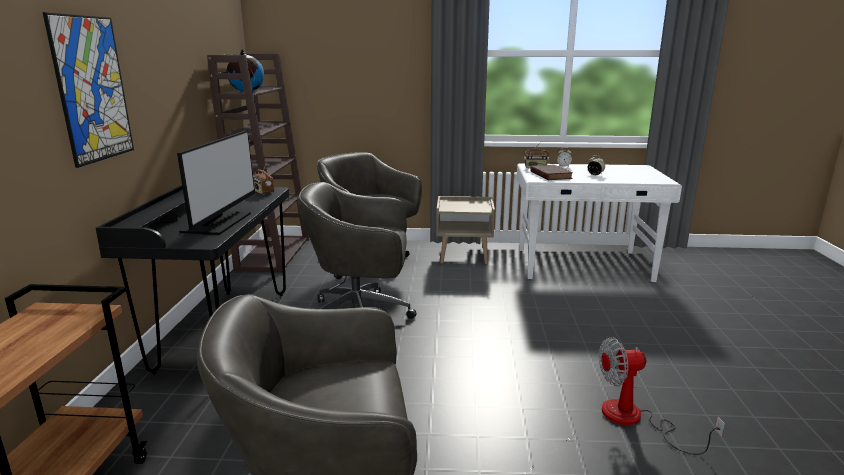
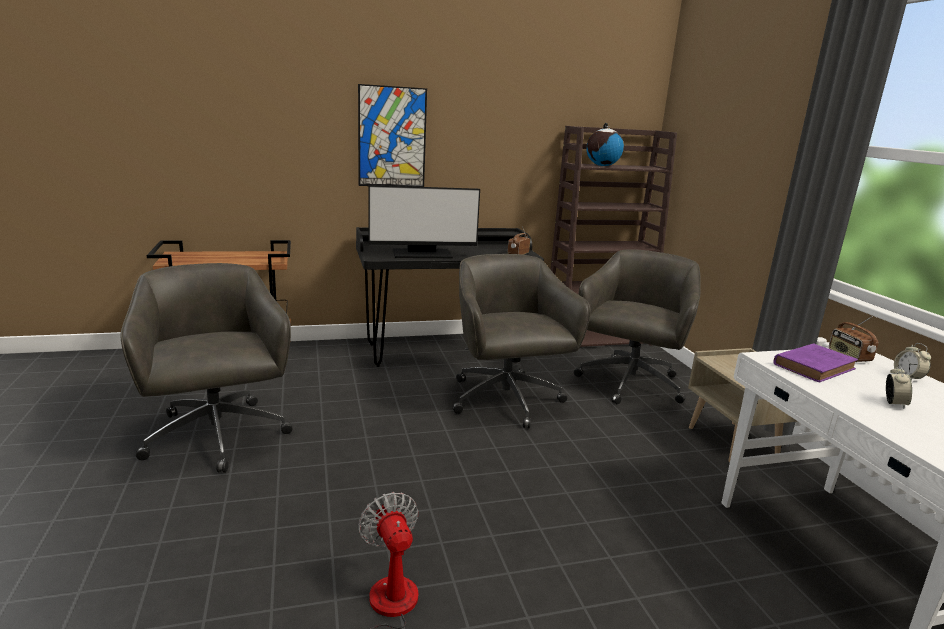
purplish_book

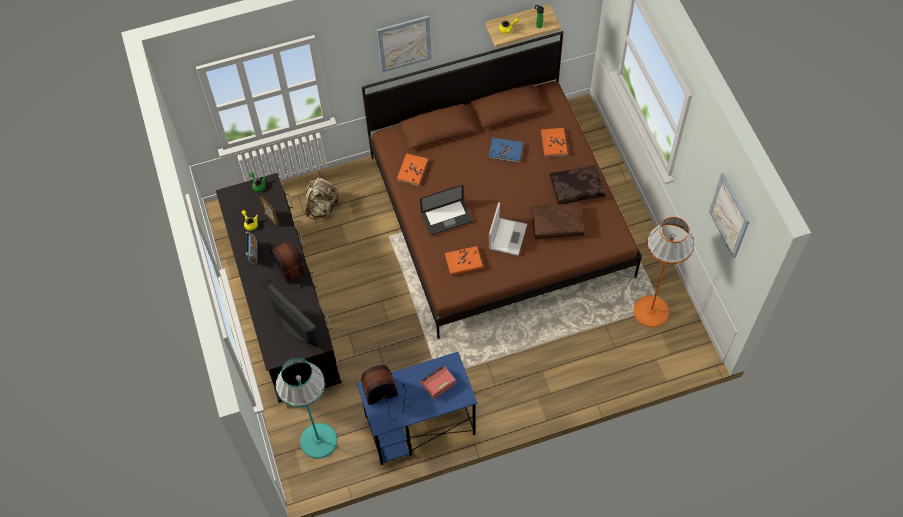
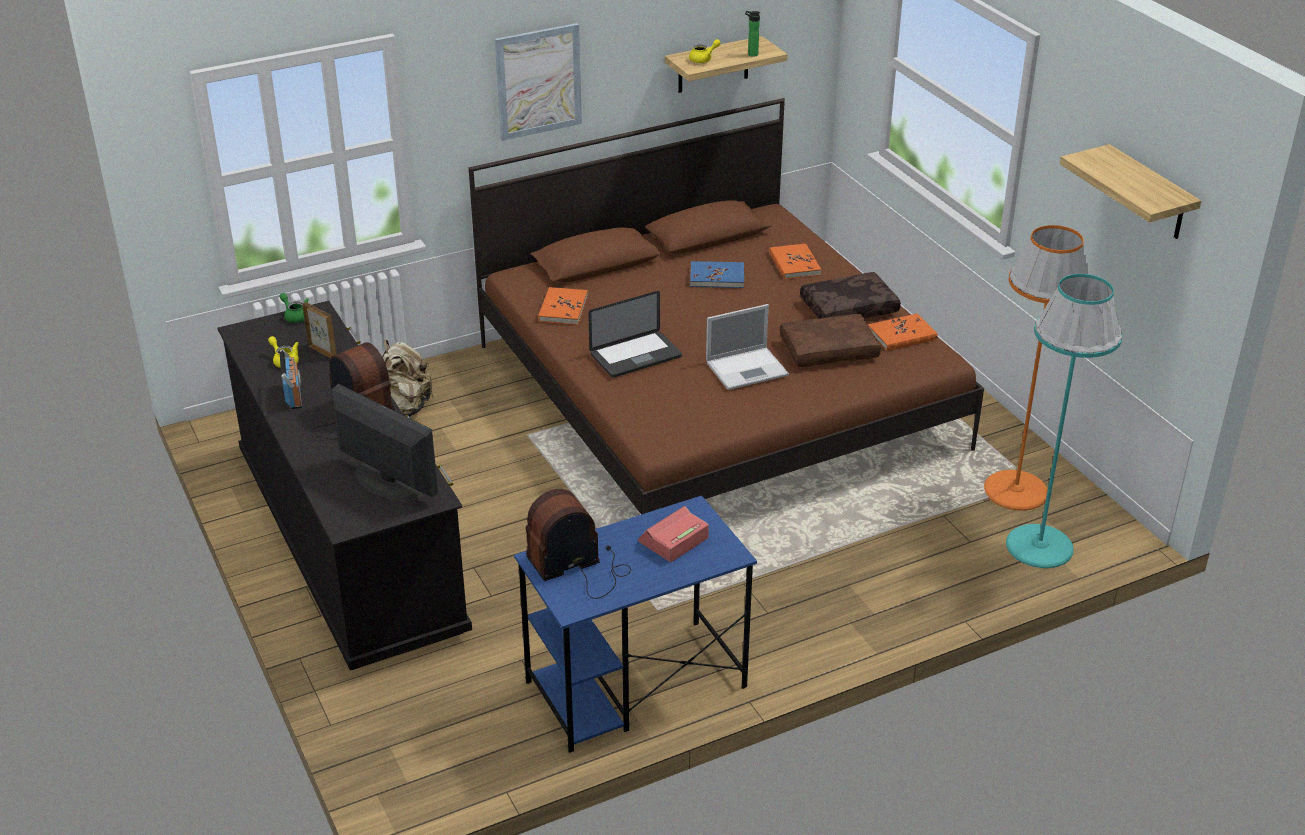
turquoise_standard_lamp; orange_book (no. 3 from left); bracket_shelf (no. 2 from left); laptop (no. 2 from left)

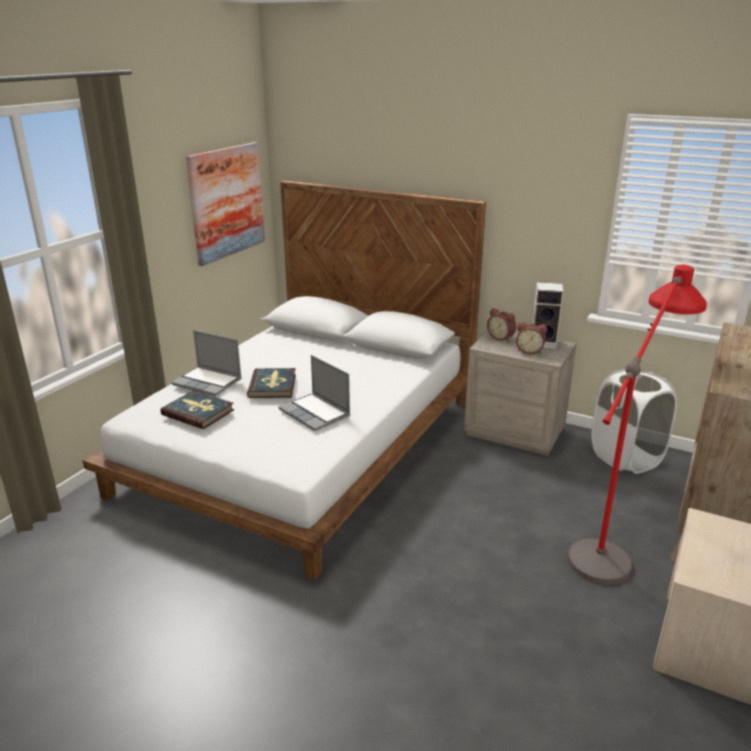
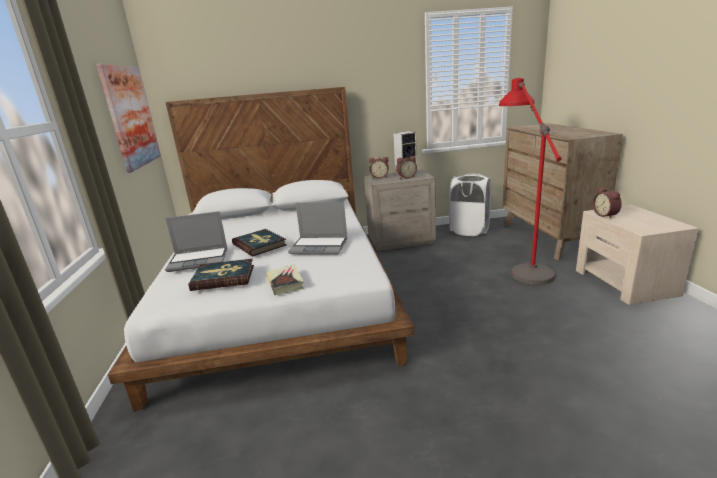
book (no. 3 from left); table_clock (no. 3 from left)

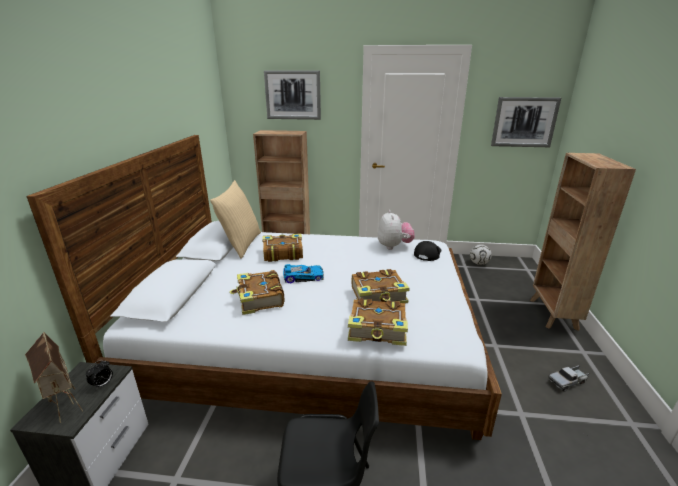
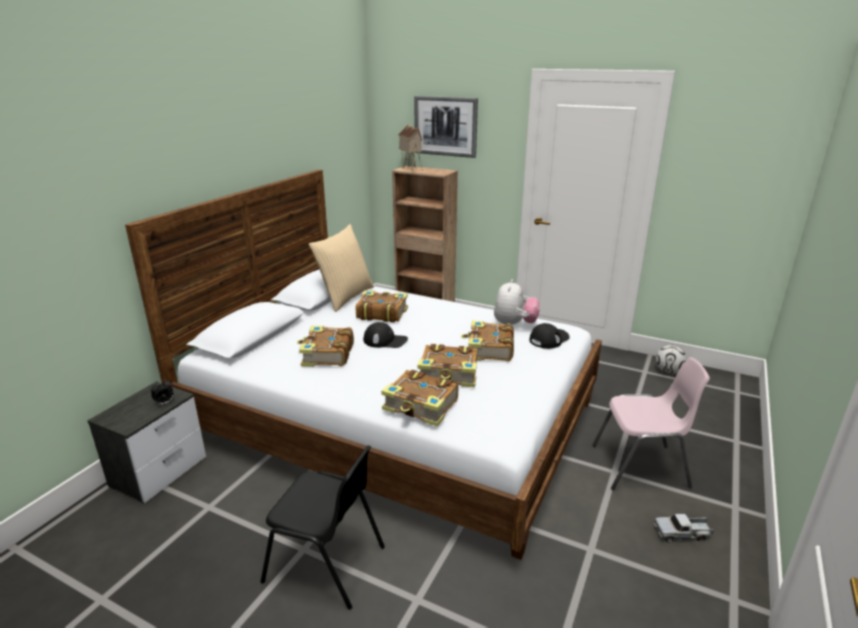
wall_art (no. 2 from left in the first image); brown-coloured_bookshelf (no. 2 from left in the first image); book (no. 5 from left); pink-coloured_upright_chair; model_house; black-coloured_cap (no. 1 from left)

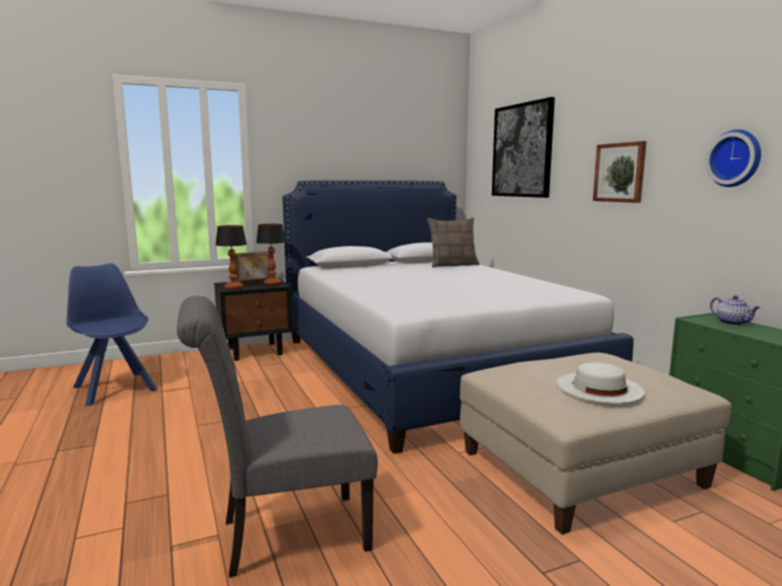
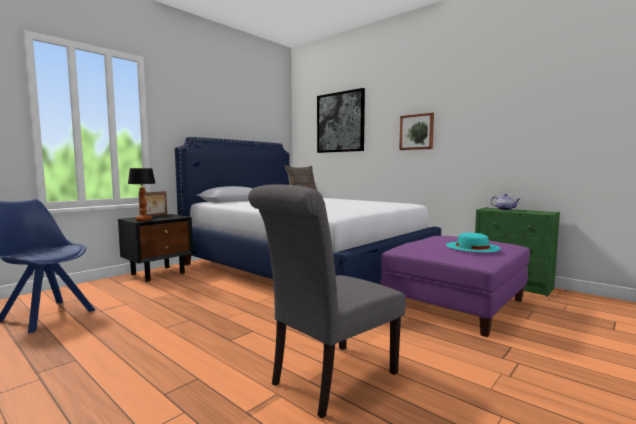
lamp_for_a_table (no. 2 from left in the first image); wall_clock; purplish_pouffe; turquoise_hat

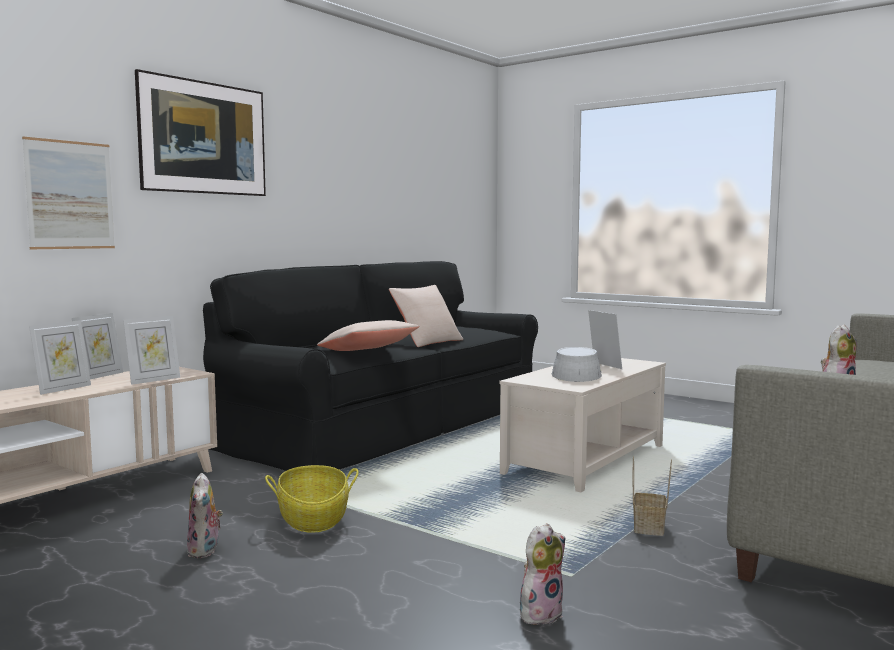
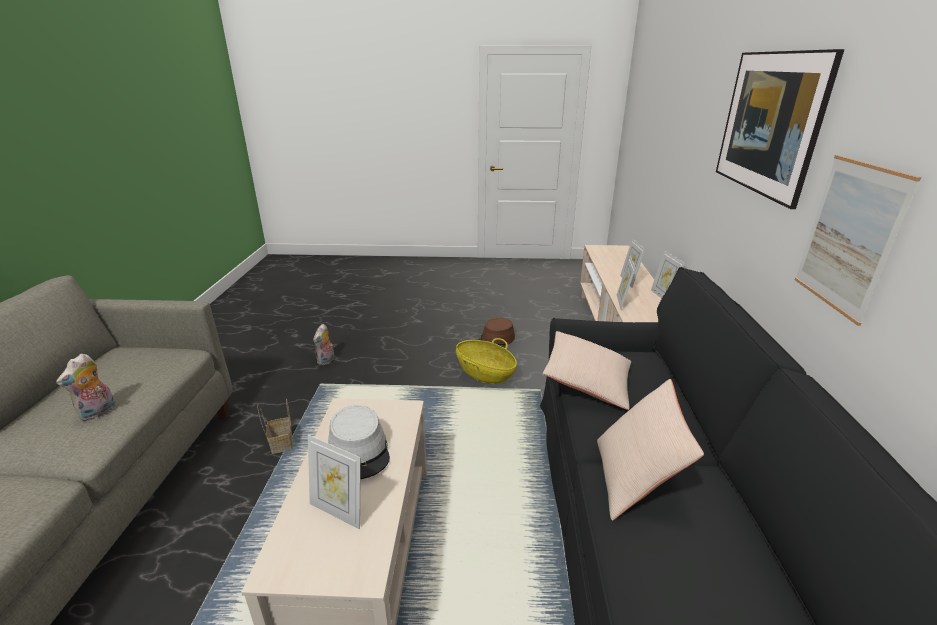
wall_art (no. 2 from left); brown-coloured_hat

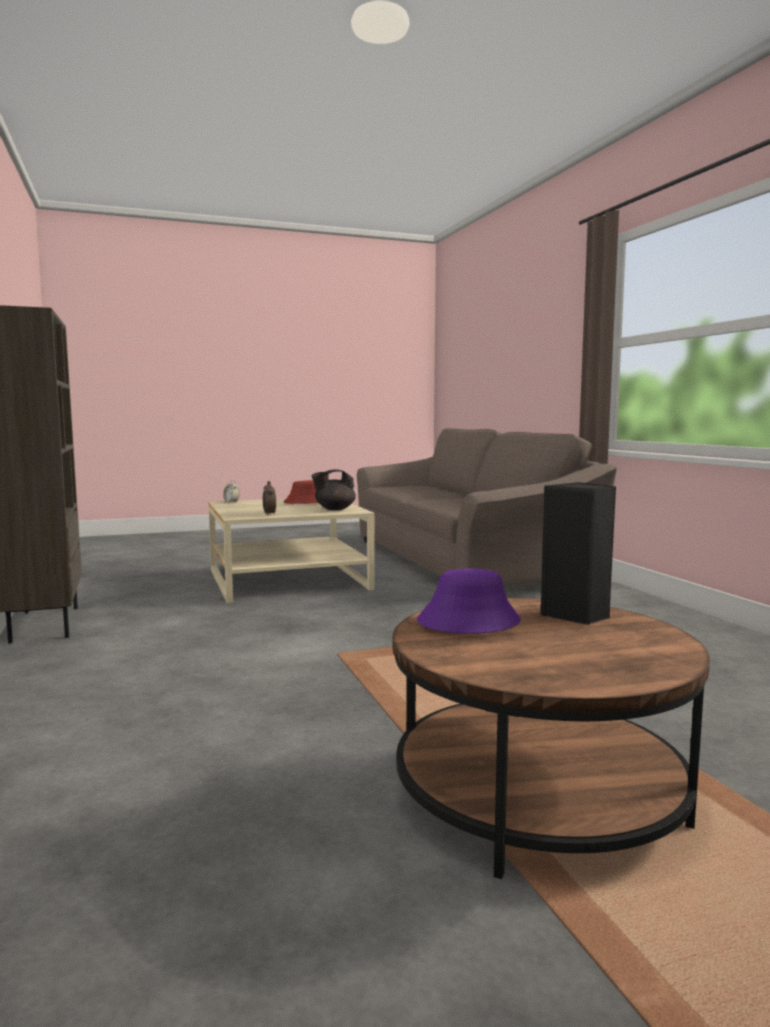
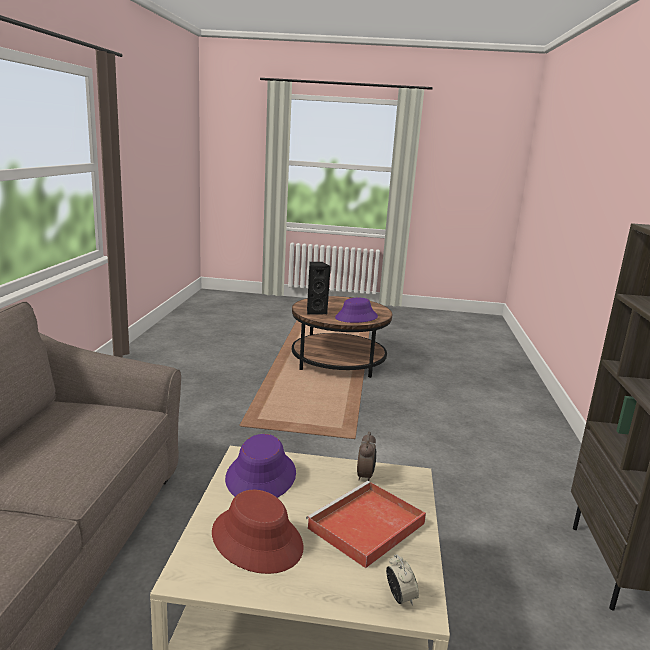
red-coloured_tray; purplish_hat (no. 1 from left)

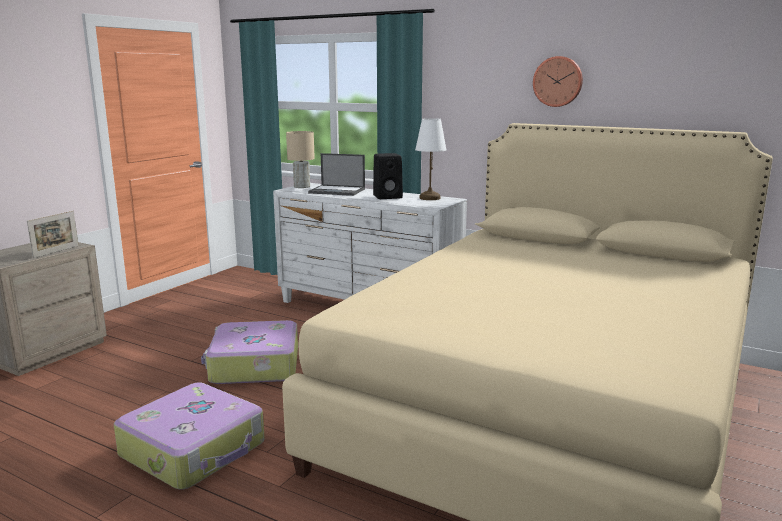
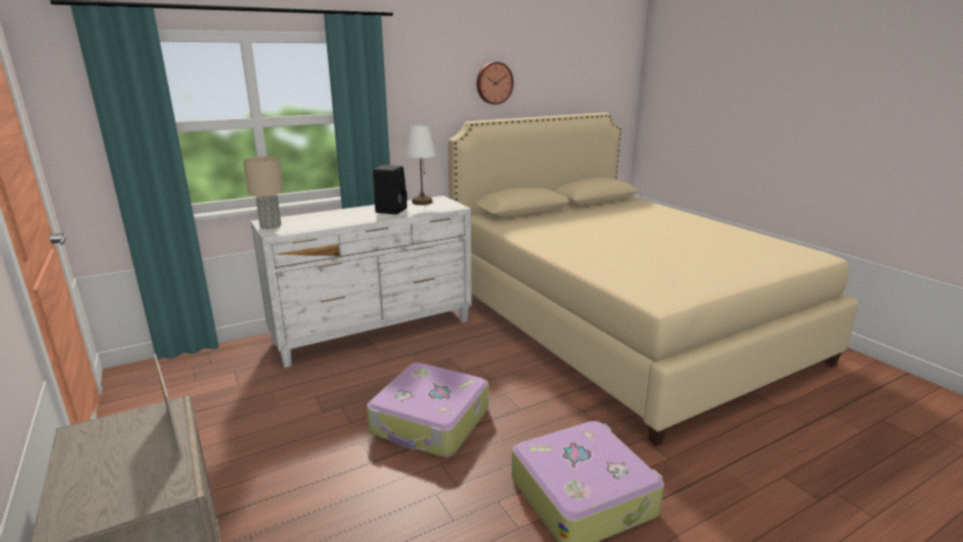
laptop

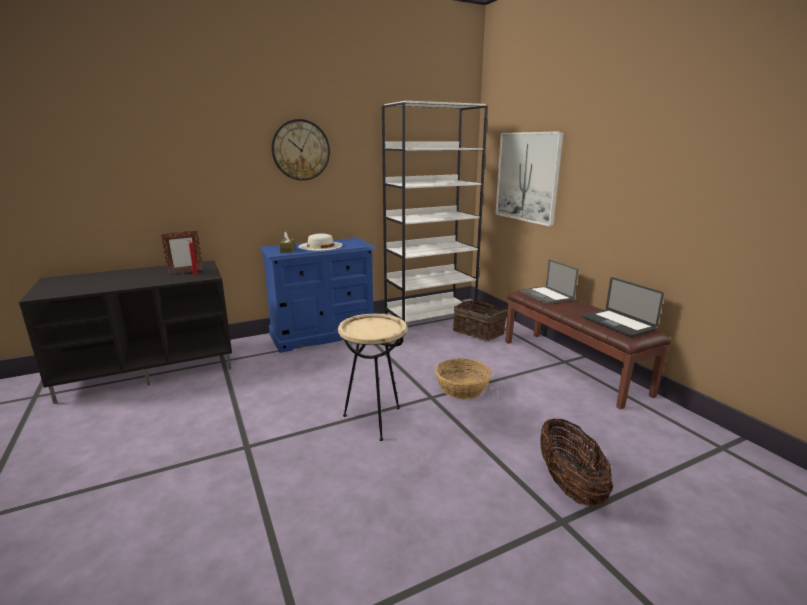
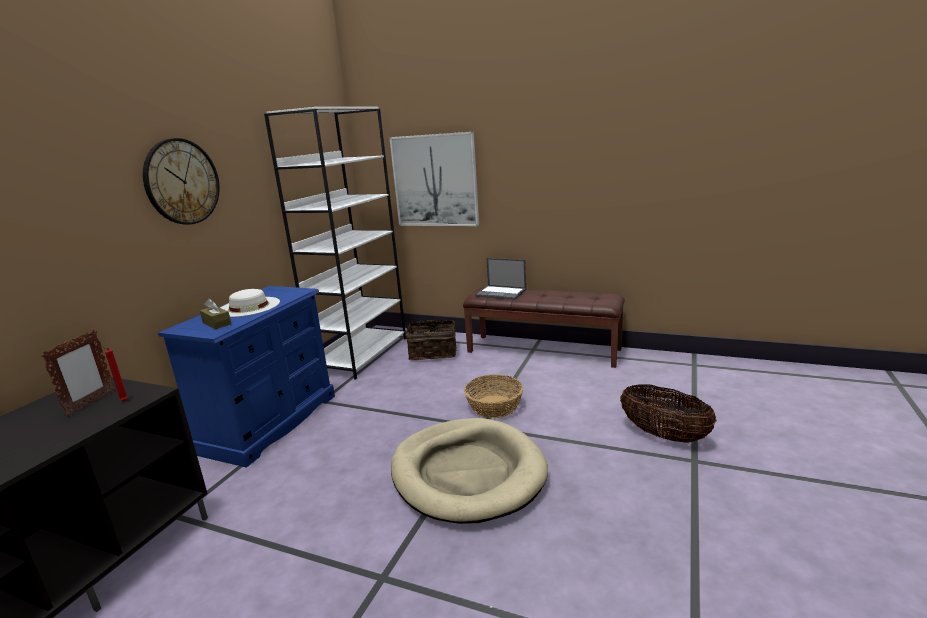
laptop (no. 2 from left in the first image); sand-coloured_dog_bed

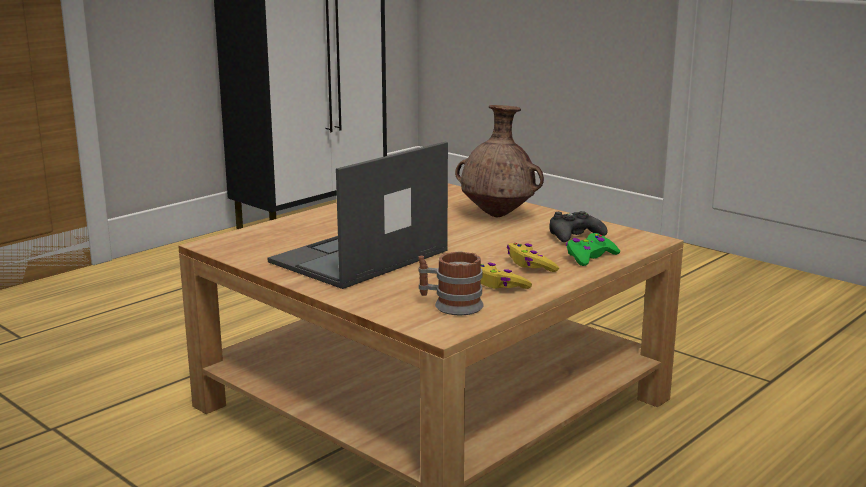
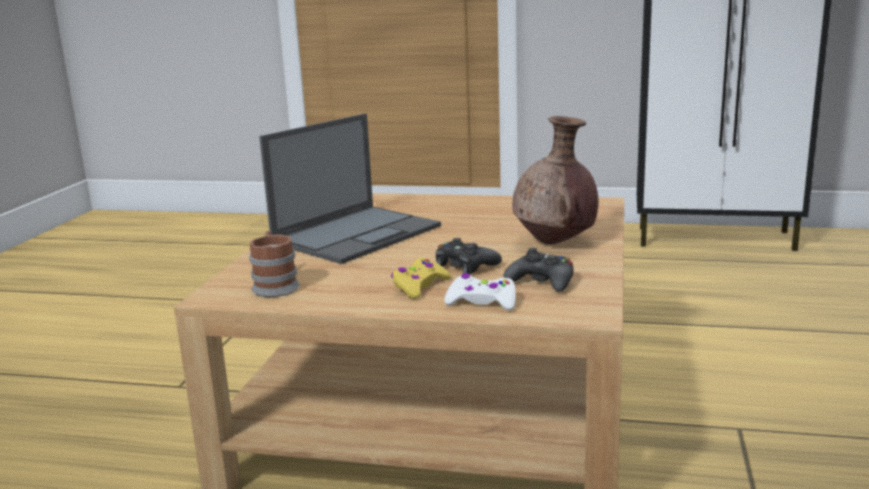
yellow-coloured_joypad (no. 1 from left in the first image); black-coloured_joypad (no. 1 from left); white_joypad; laptop

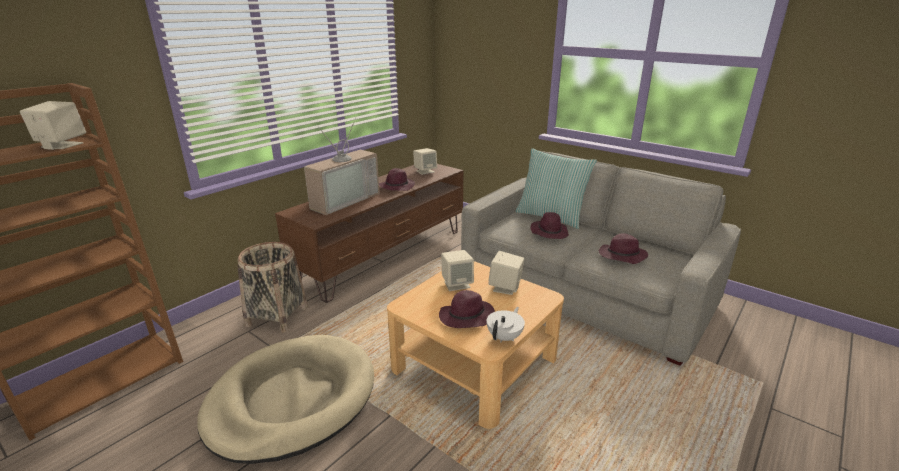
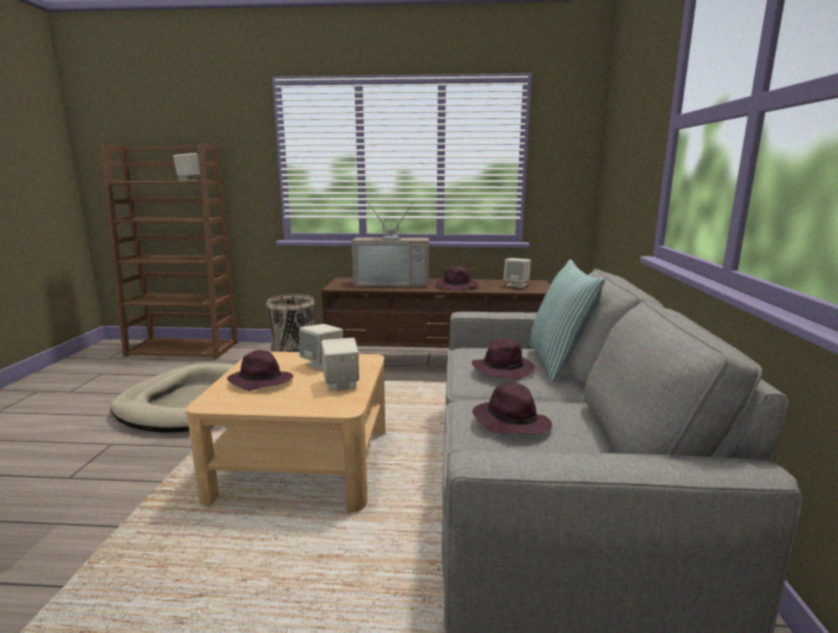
white_tea_pot

